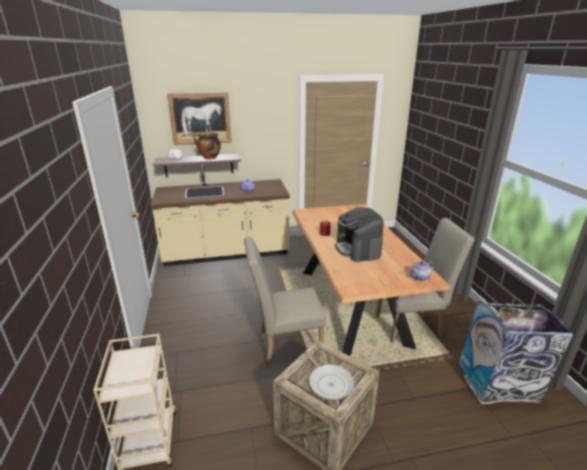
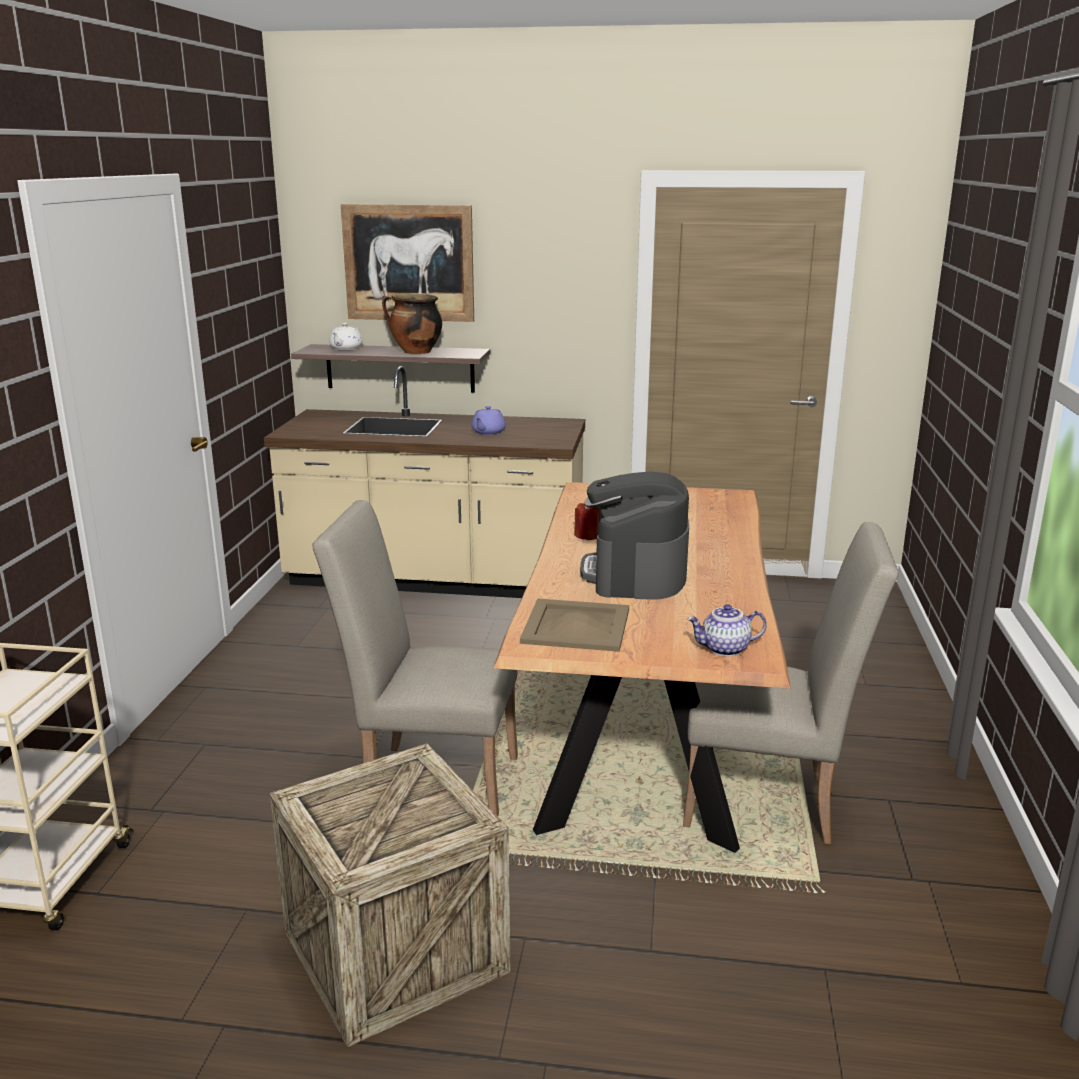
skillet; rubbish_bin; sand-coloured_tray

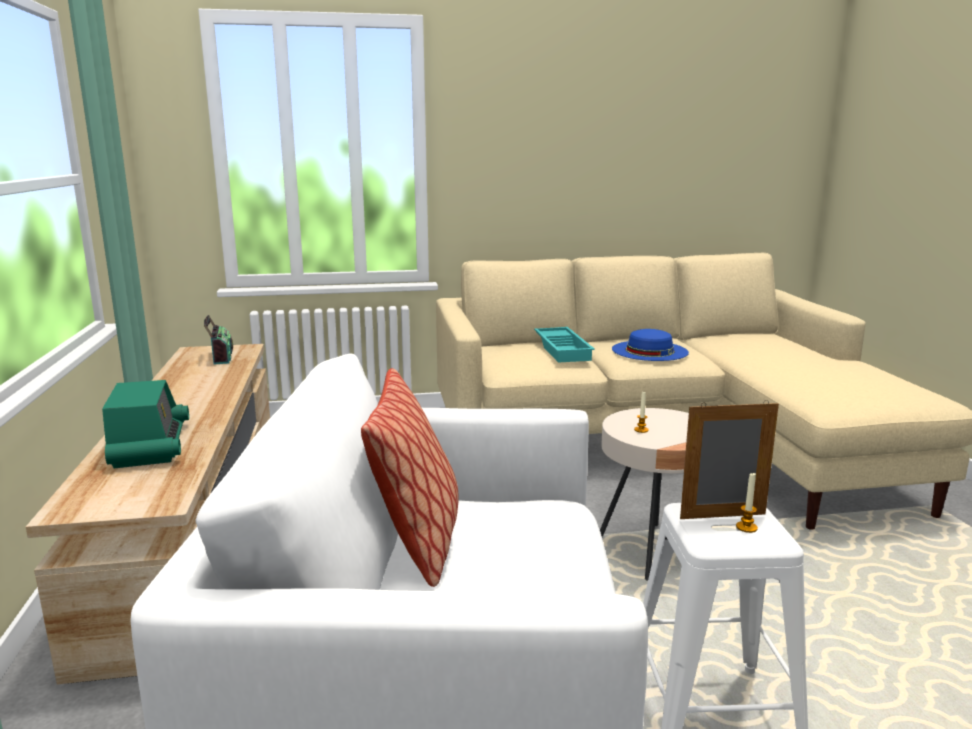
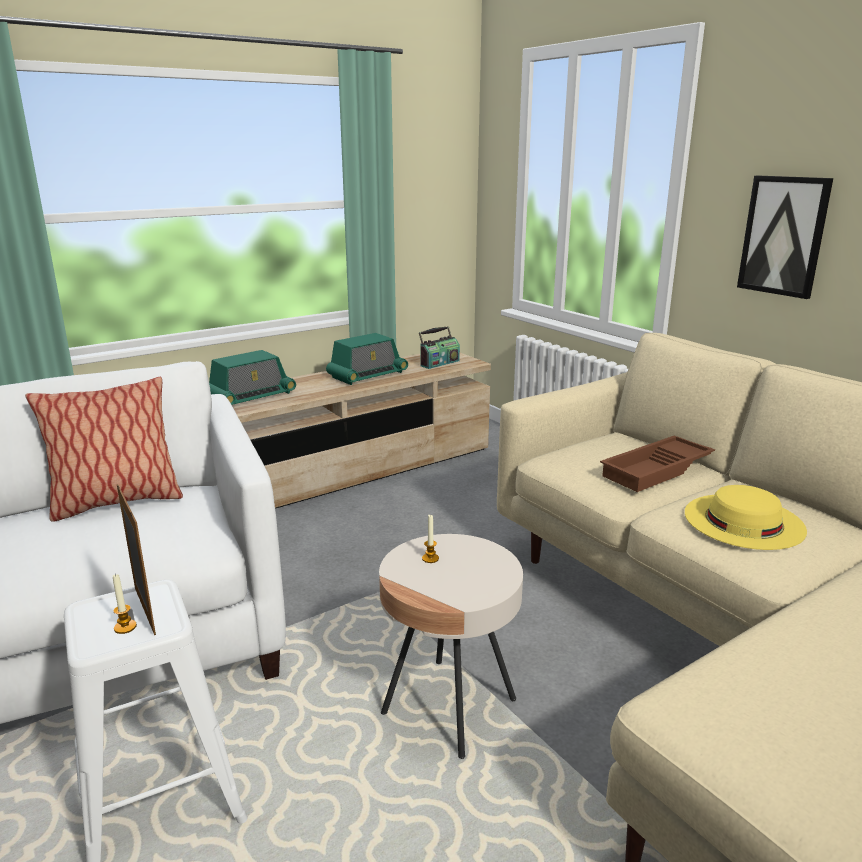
radio_receiver (no. 2 from left); wall_art; brown-coloured_tray; yellow-coloured_hat

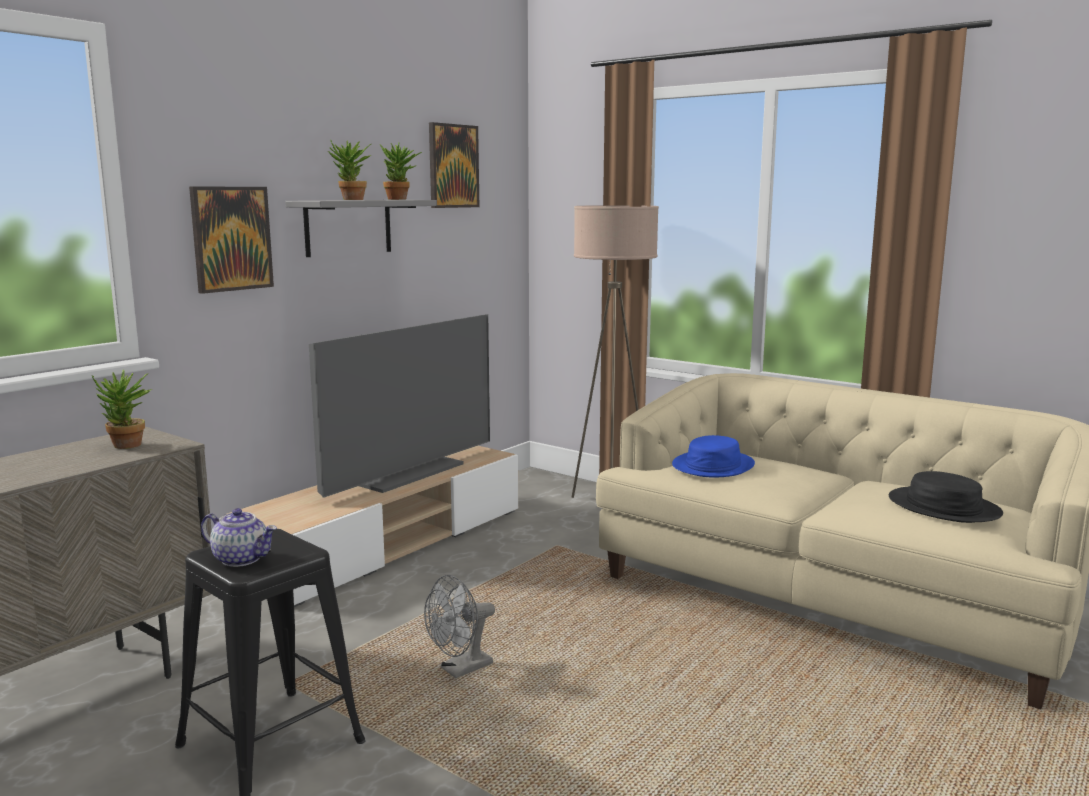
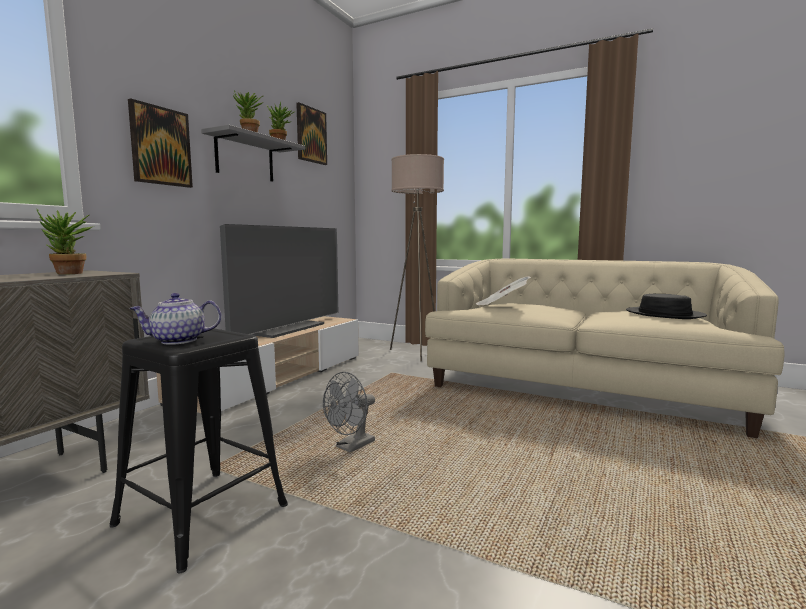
printed_paper; tea_pot

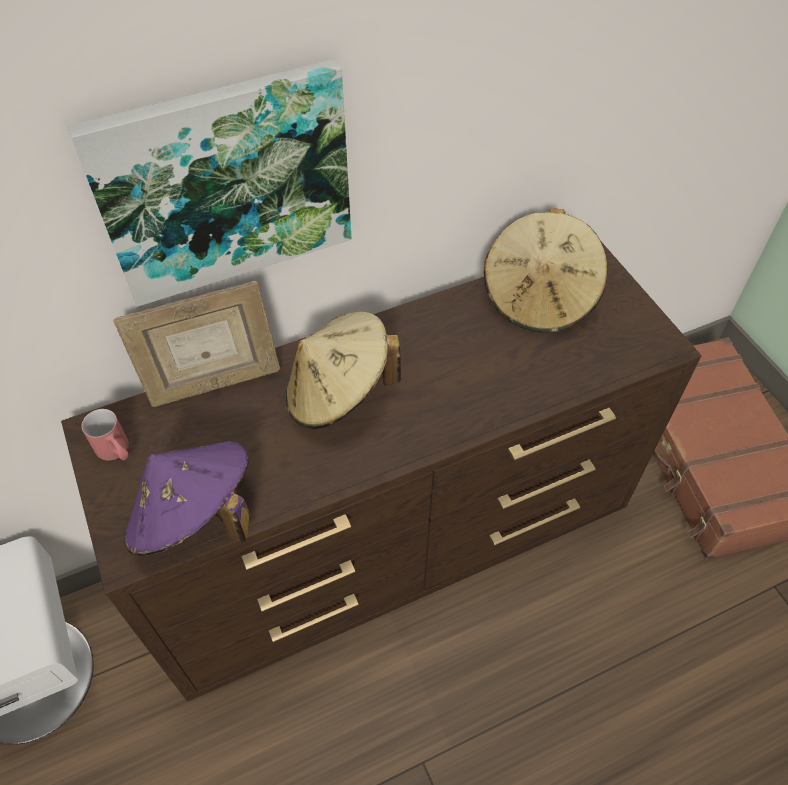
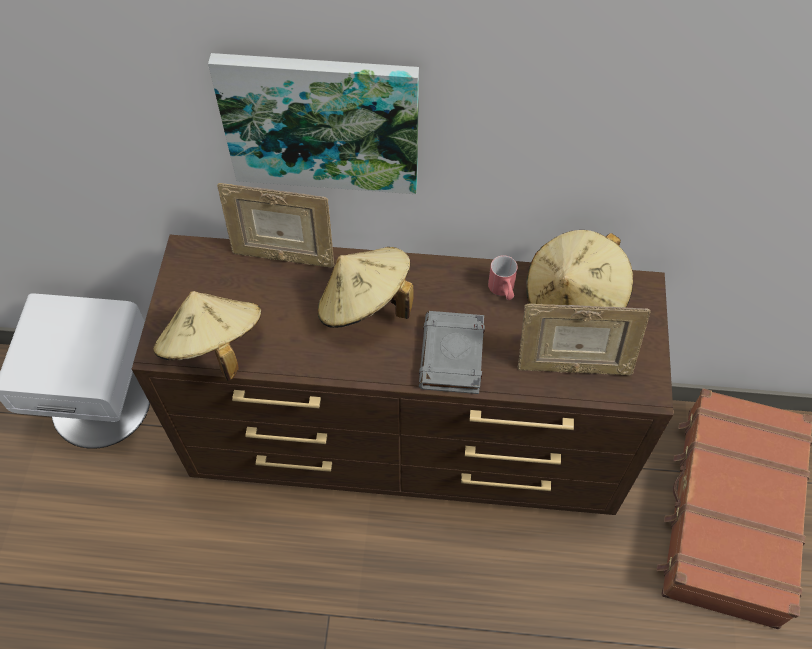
gray_book; picture_frame (no. 2 from left); red-coloured_coffee_mug; sand-coloured_hat (no. 1 from left)

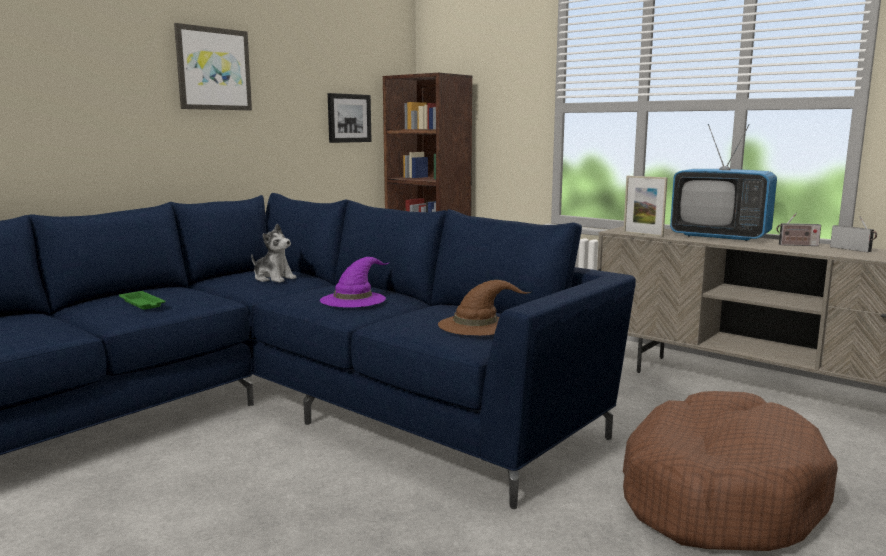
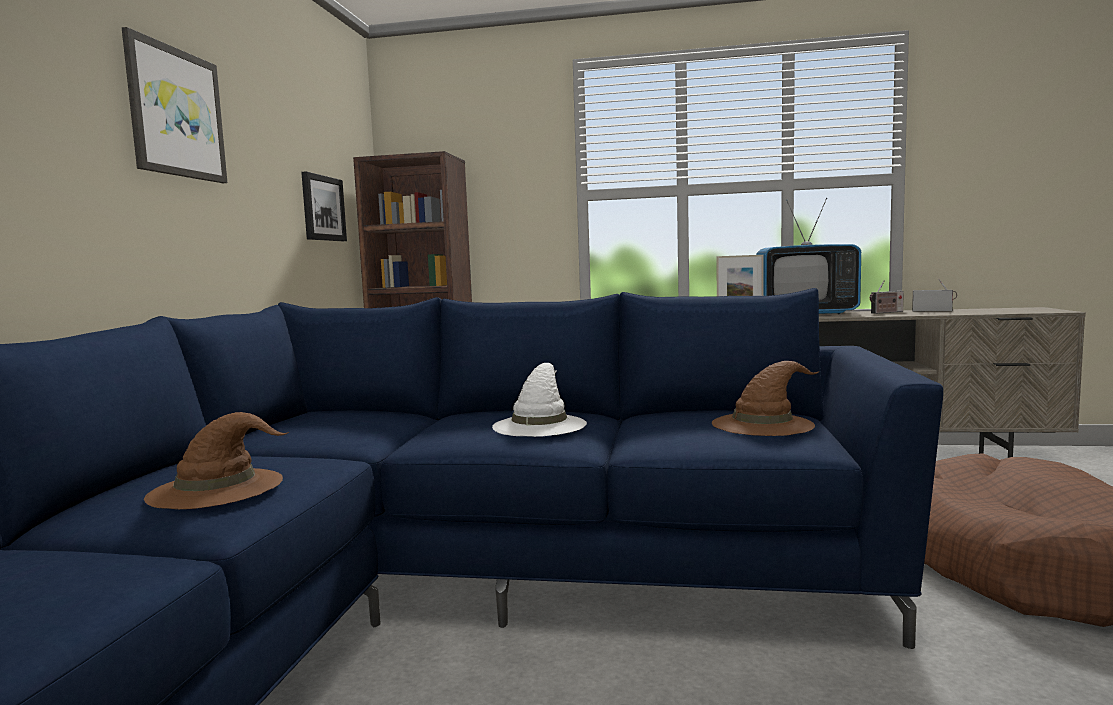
cuddly_toy; brown-coloured_hat (no. 1 from left); white_hat

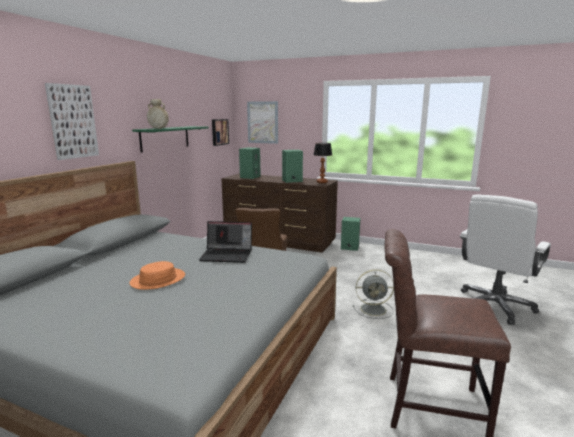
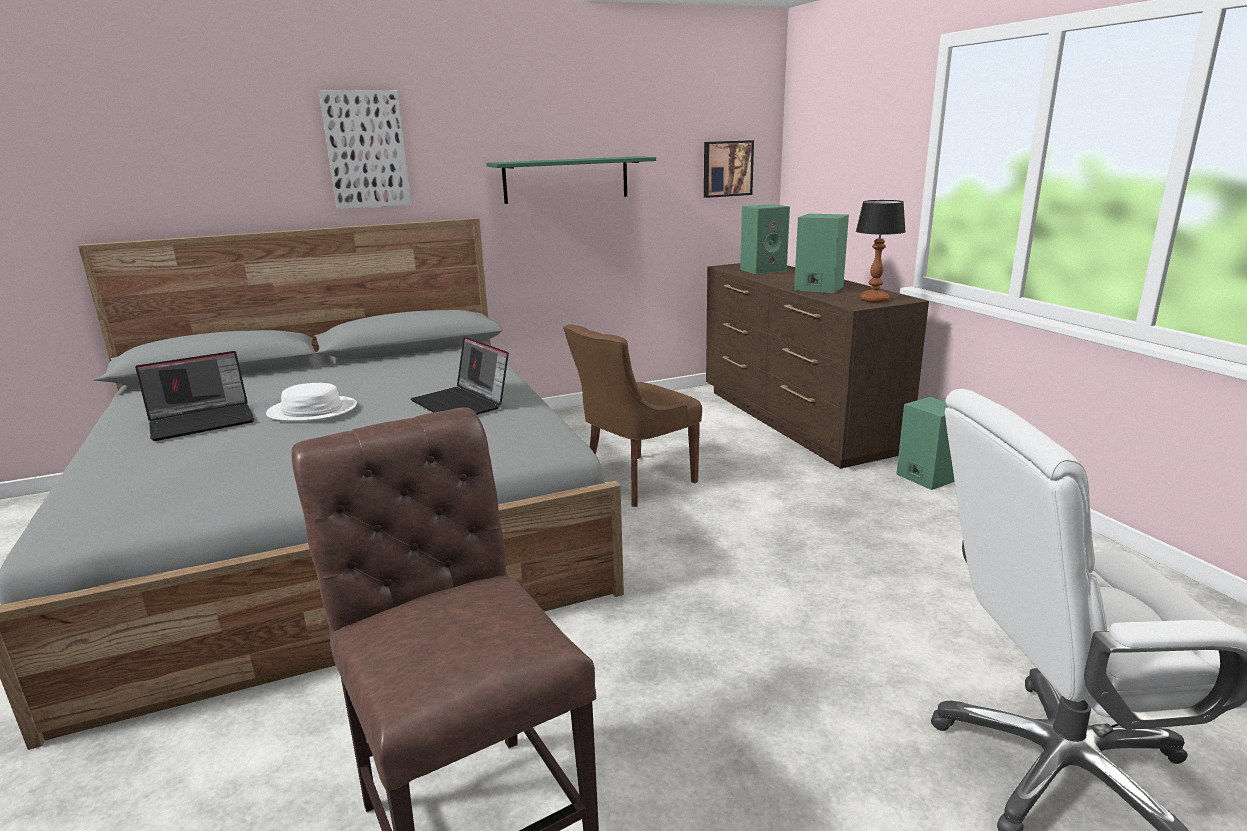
sand-coloured_flower_vase; wall_art (no. 3 from left in the first image); gray_fan; laptop (no. 1 from left); white_hat

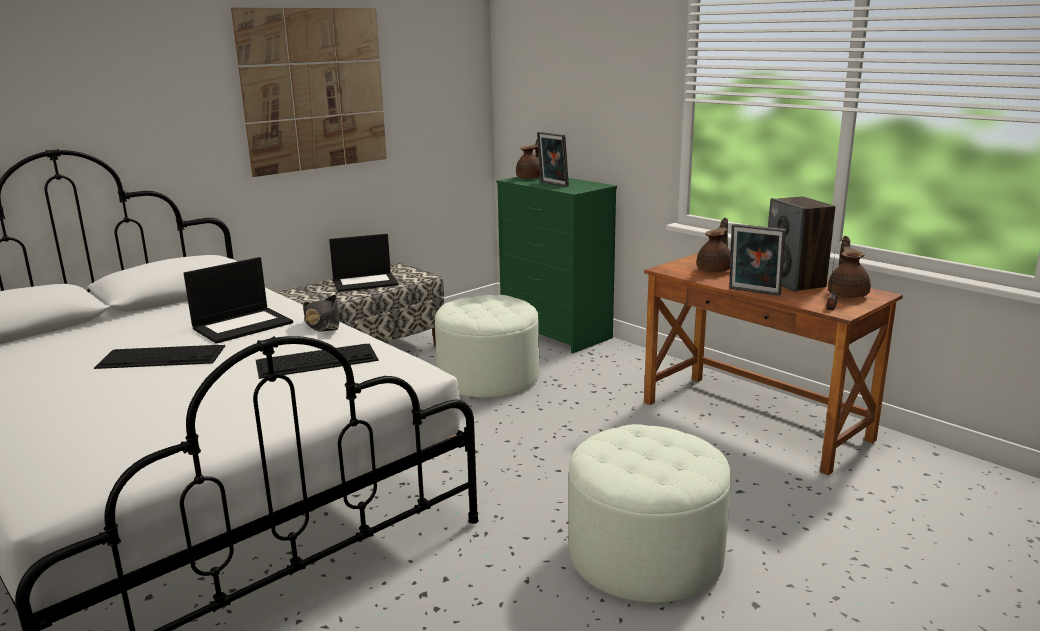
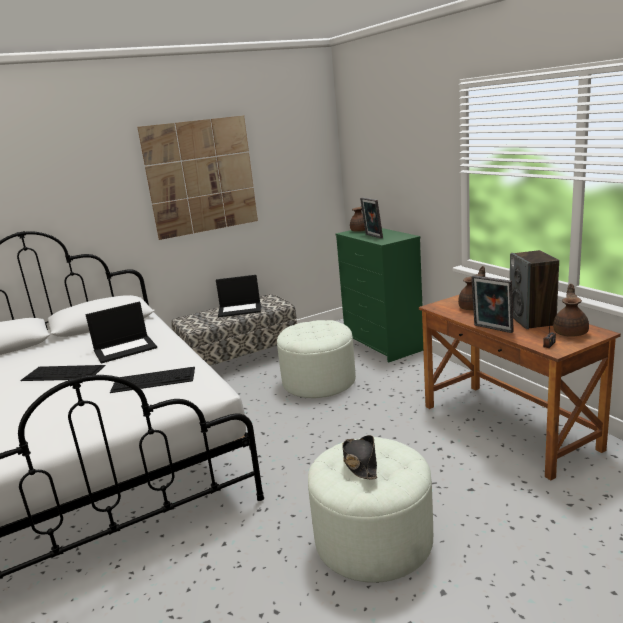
black-coloured_hat

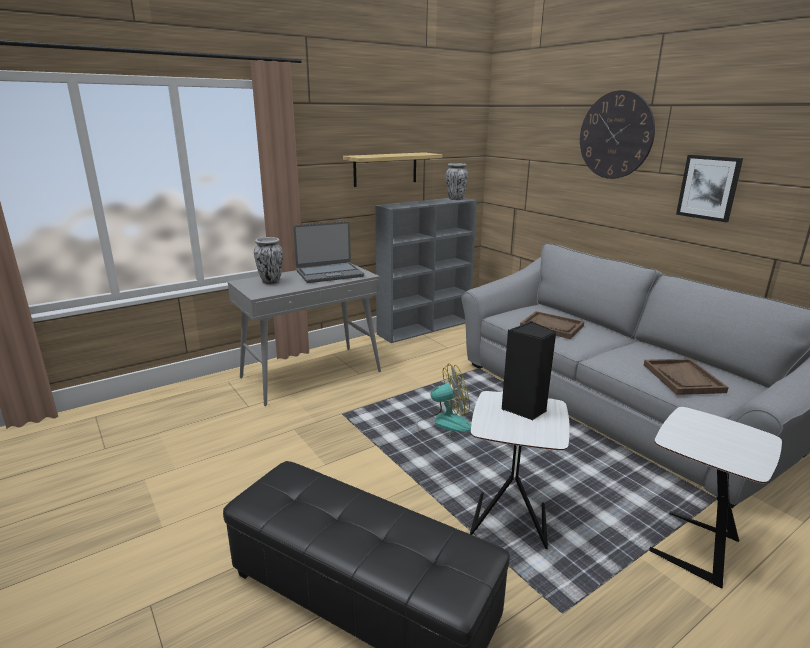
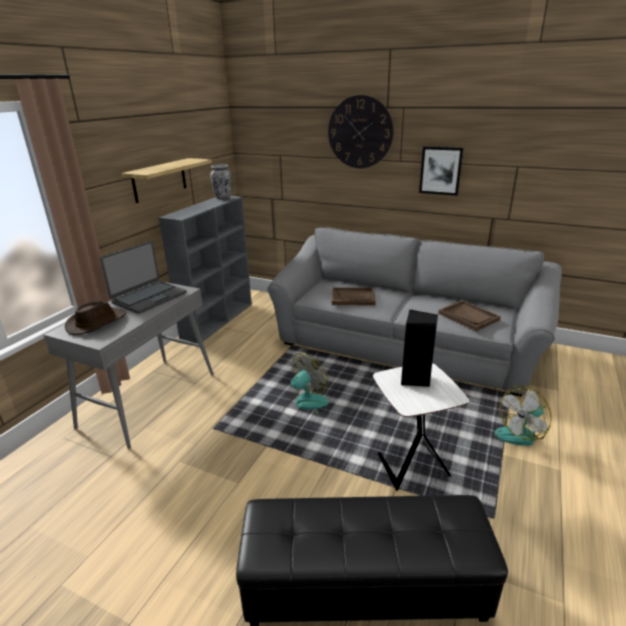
brown-coloured_hat; fan (no. 2 from left)

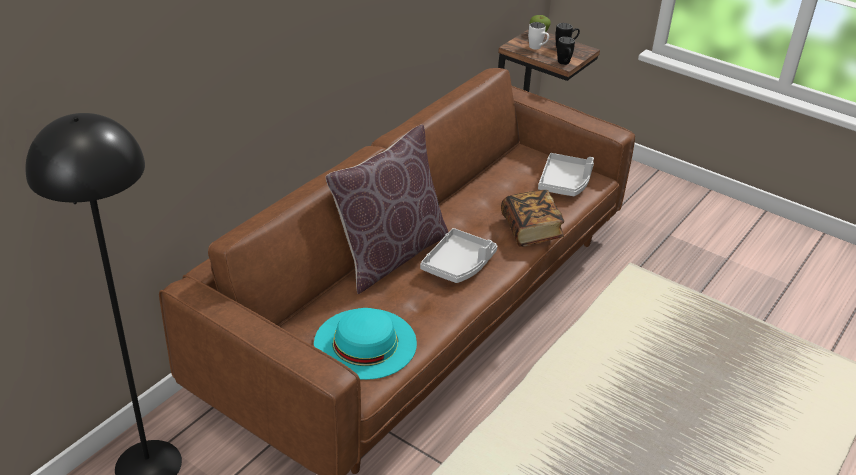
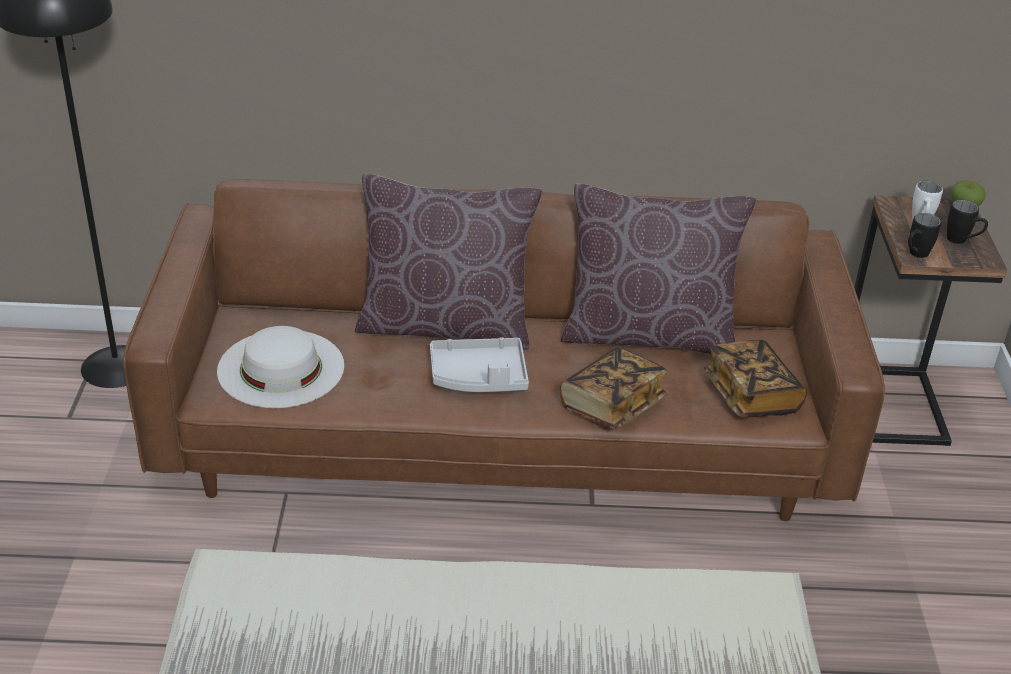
brown-coloured_pillow (no. 2 from left); book (no. 2 from left); white_hat

